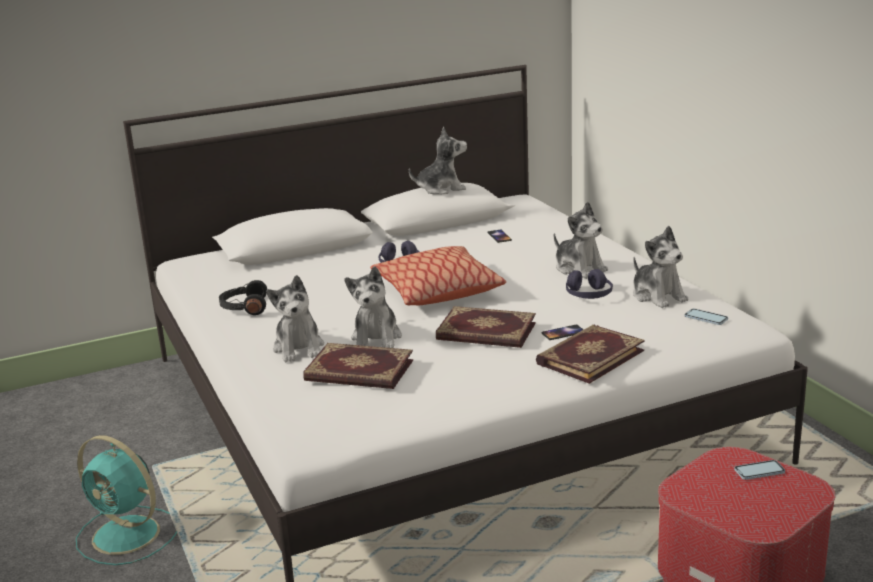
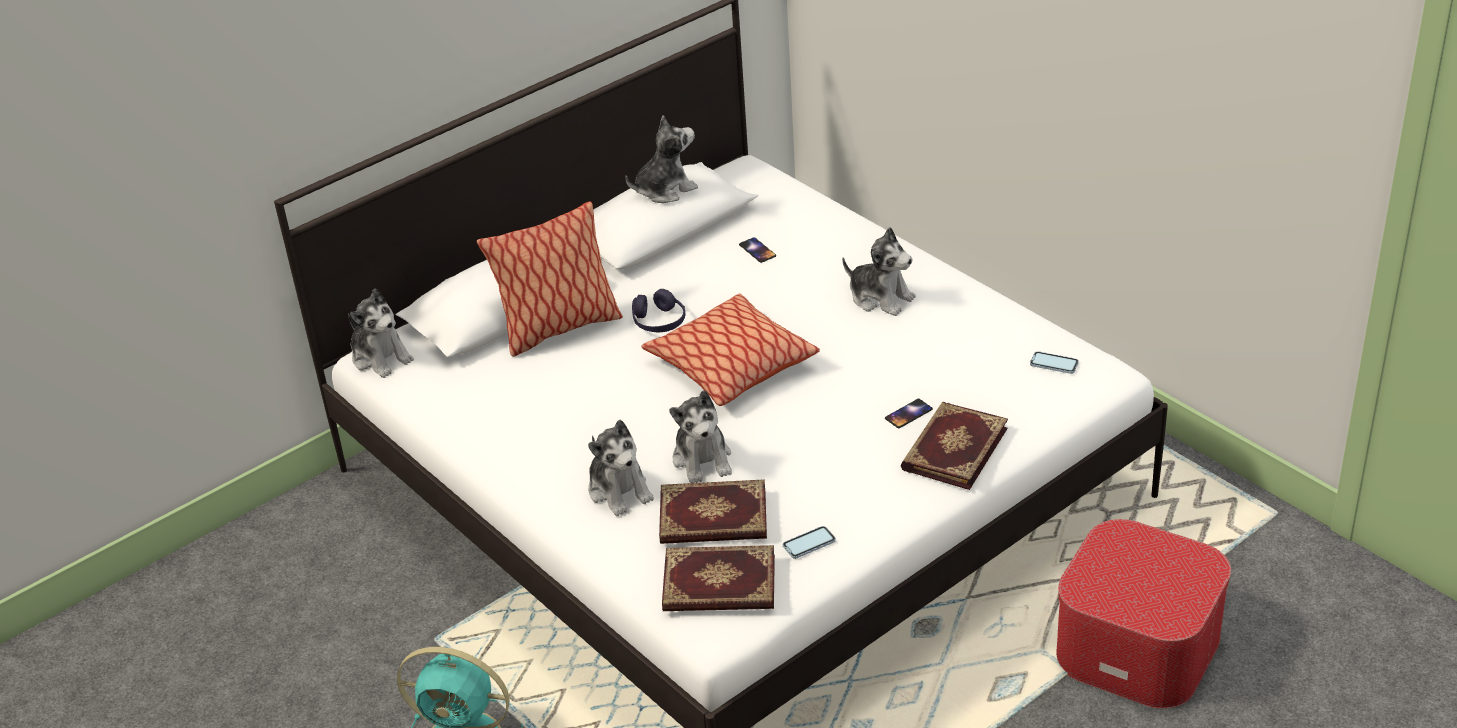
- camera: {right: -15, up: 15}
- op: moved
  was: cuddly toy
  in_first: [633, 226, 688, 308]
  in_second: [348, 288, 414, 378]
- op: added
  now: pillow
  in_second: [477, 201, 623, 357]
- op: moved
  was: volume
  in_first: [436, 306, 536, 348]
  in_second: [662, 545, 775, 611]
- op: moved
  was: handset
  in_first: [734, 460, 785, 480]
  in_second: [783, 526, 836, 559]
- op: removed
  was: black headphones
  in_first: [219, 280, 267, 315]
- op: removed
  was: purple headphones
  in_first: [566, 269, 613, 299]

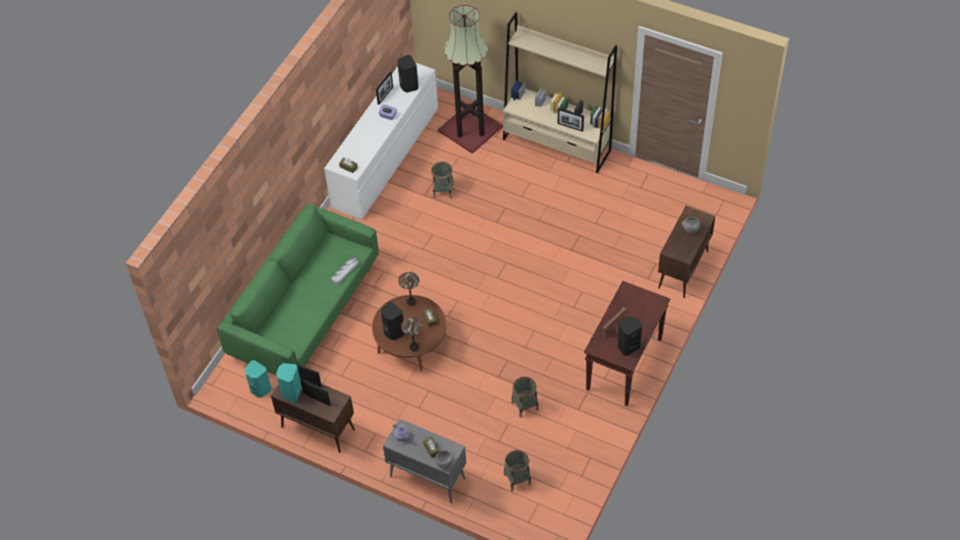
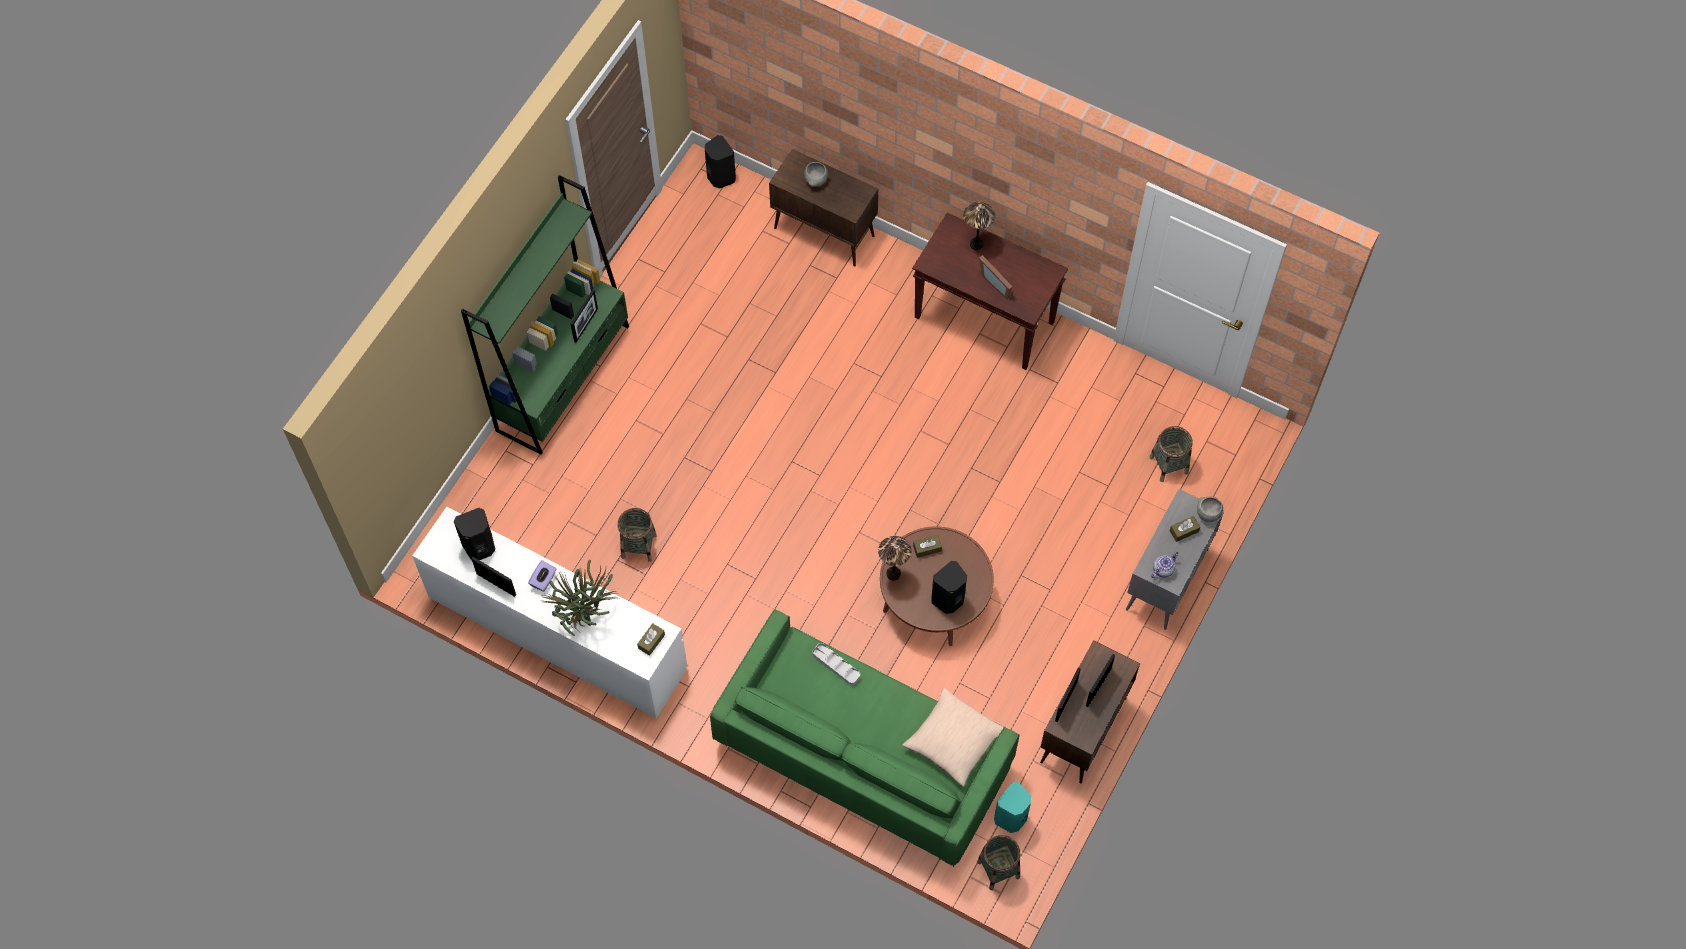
- camera: {right: -90, up: 10}
- op: recoloured
  was: sand-coloured bookshelf
  now: green-coloured bookshelf
  in_first: [503, 12, 617, 173]
  in_second: [461, 175, 629, 455]
- op: added
  now: potted plant
  in_second: [543, 560, 617, 636]
- op: moved
  was: black loudspeaker
  in_first: [618, 316, 642, 356]
  in_second: [705, 135, 736, 189]
- op: added
  now: sand-coloured pillow
  in_second: [902, 688, 1004, 787]
- op: moved
  was: table lamp
  in_first: [401, 317, 423, 351]
  in_second: [963, 202, 995, 250]
- op: moved
  was: household basket
  in_first: [511, 376, 539, 418]
  in_second: [977, 835, 1020, 890]
- op: removed
  was: blue-green loudspeaker
  in_first: [276, 363, 302, 402]
- op: removed
  was: standard lamp
  in_first: [438, 5, 503, 153]

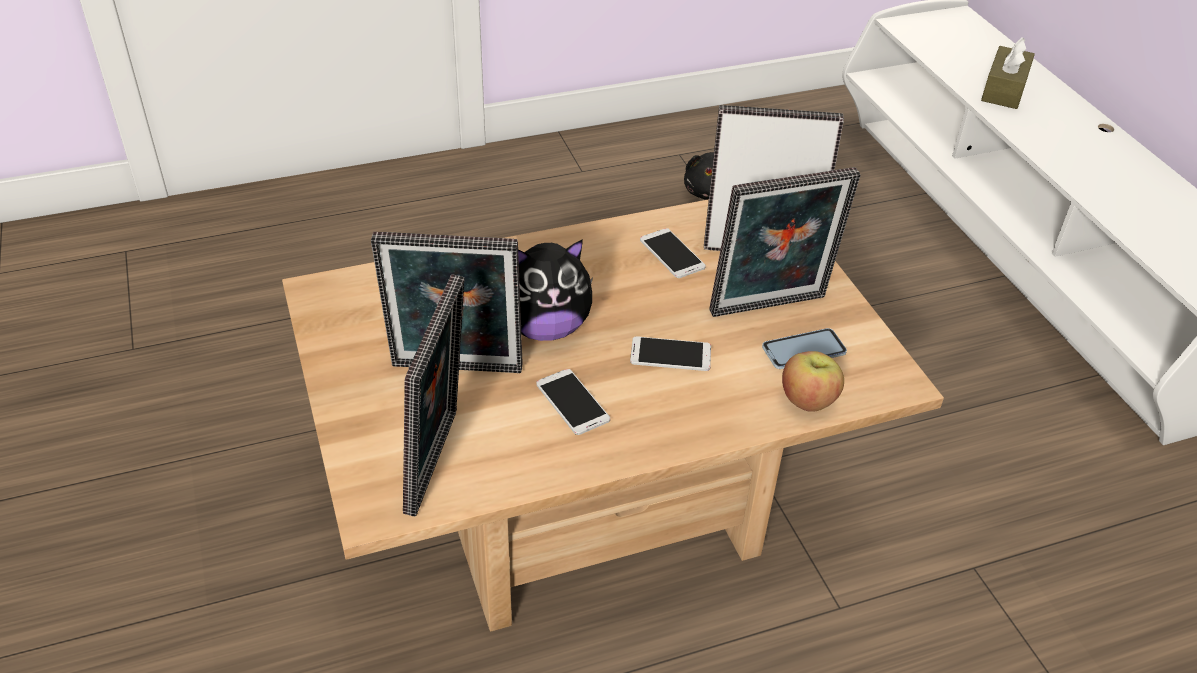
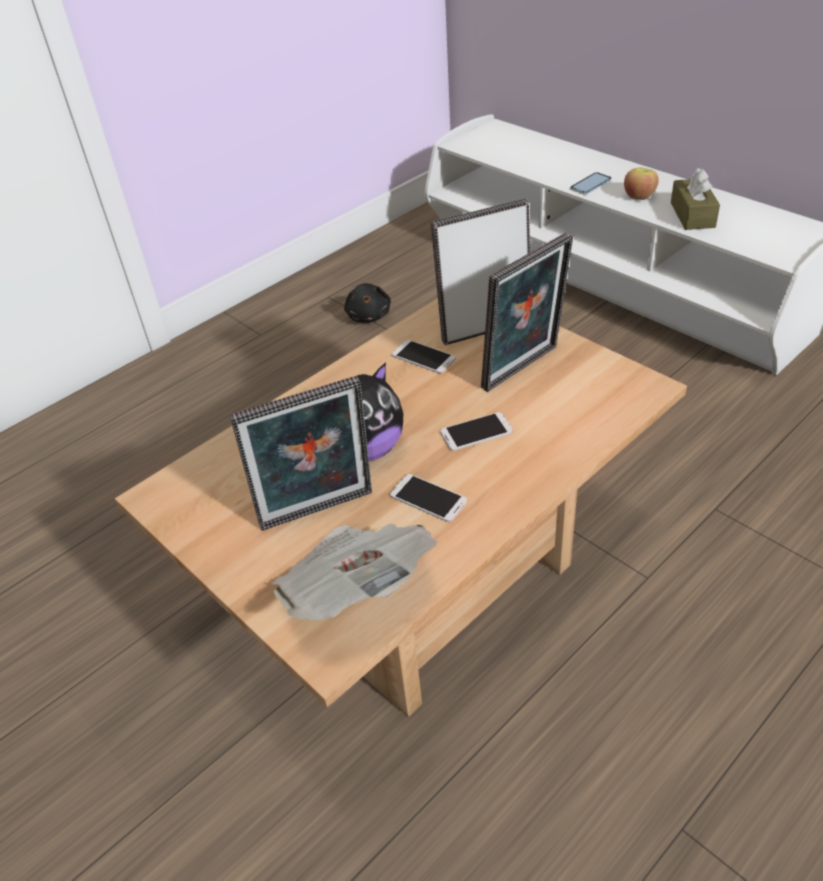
- camera: {right: -20, up: 0}
- op: replaced
  was: photo frame
  now: newspaper
  in_first: [403, 274, 465, 517]
  in_second: [272, 524, 437, 620]
- op: moved
  was: handset
  in_first: [762, 328, 847, 369]
  in_second: [570, 172, 612, 195]
- op: moved
  was: apple
  in_first: [782, 351, 844, 412]
  in_second: [624, 168, 659, 200]
- op: moved
  was: brown tissue holder
  in_first: [981, 37, 1035, 109]
  in_second: [671, 168, 720, 230]

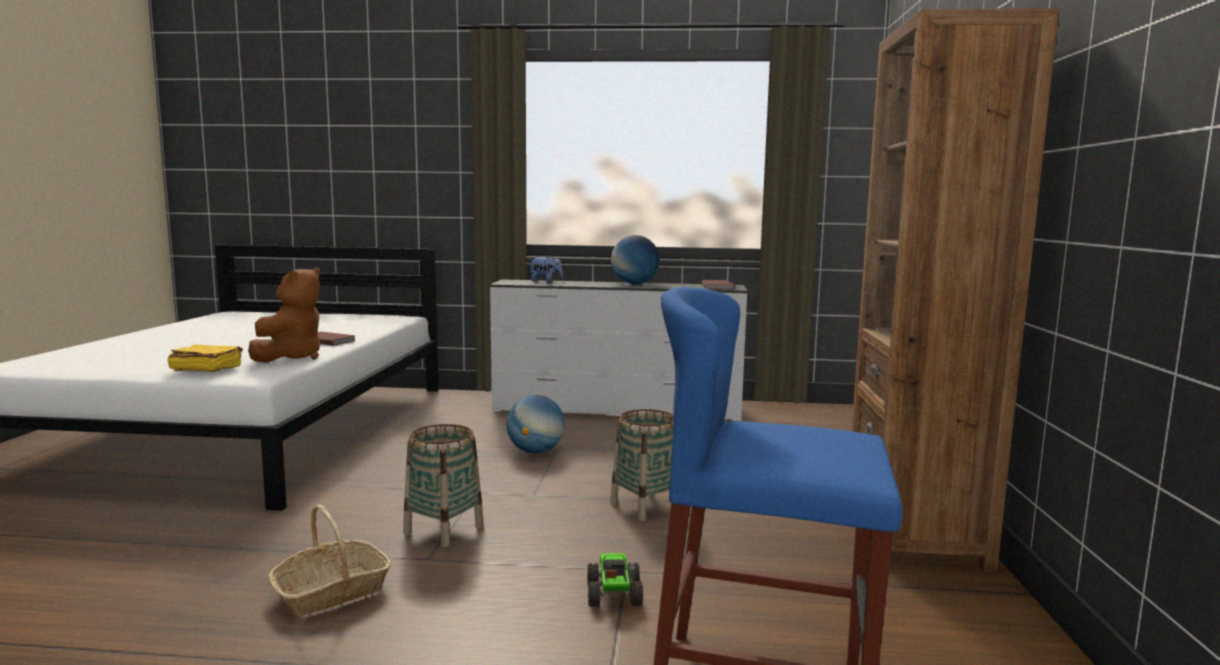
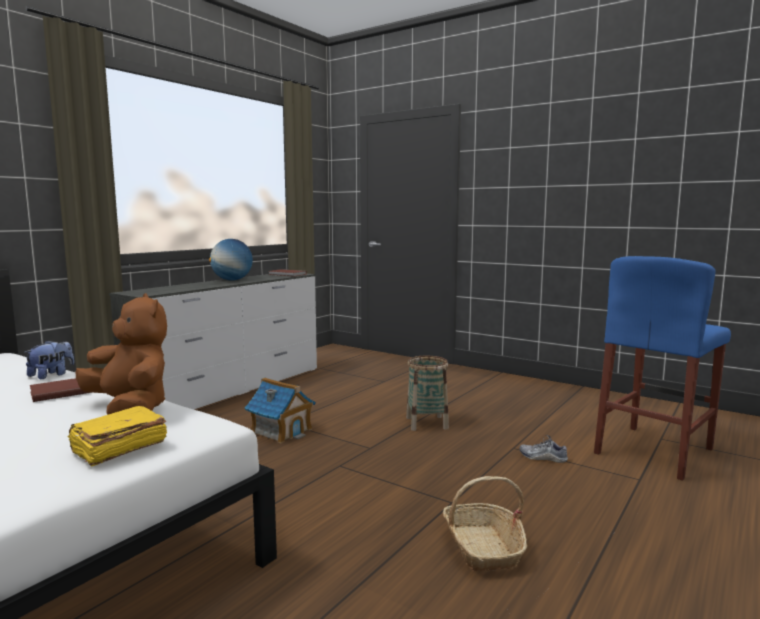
- camera: {right: -60, up: 0}
- op: moved
  was: cuddly toy
  in_first: [528, 256, 563, 282]
  in_second: [24, 340, 74, 379]
- op: replaced
  was: world globe
  now: miniature house
  in_first: [507, 395, 564, 453]
  in_second: [245, 378, 316, 443]
- op: replaced
  was: model truck
  now: shoe
  in_first: [587, 553, 643, 607]
  in_second: [519, 435, 568, 463]
- op: removed
  was: household basket
  in_first: [403, 424, 484, 547]
- op: removed
  was: brown bookshelf
  in_first: [852, 8, 1059, 572]

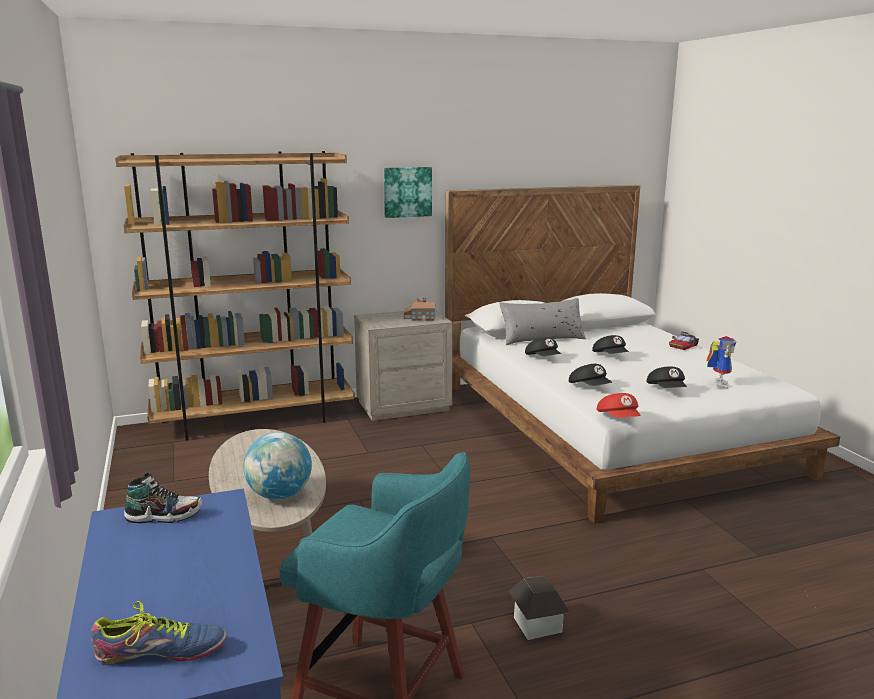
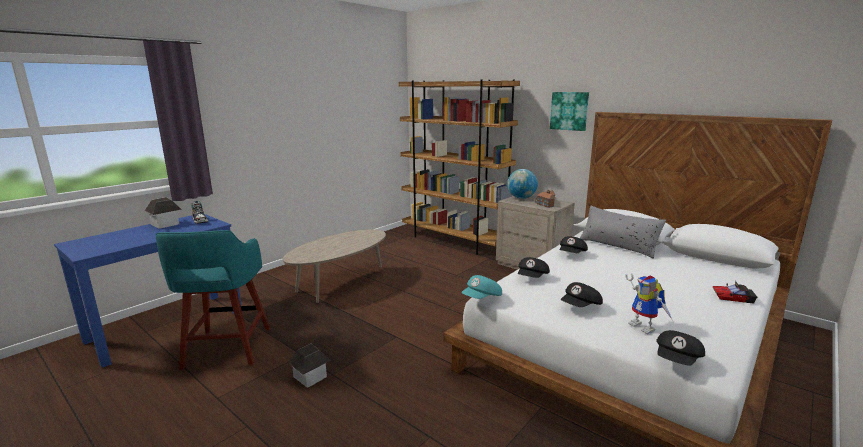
- camera: {right: 60, up: 0}
- op: added
  now: miniature house
  in_second: [145, 197, 181, 229]
- op: recoloured
  was: red baseball cap
  now: blue-green baseball cap
  in_first: [597, 393, 641, 418]
  in_second: [462, 275, 502, 299]
- op: moved
  was: world globe
  in_first: [244, 432, 312, 500]
  in_second: [507, 169, 538, 199]
- op: turned
  was: toy robot
  in_first: [707, 336, 736, 388]
  in_second: [625, 274, 672, 334]
  clockwise: 75
- op: moved
  was: black baseball cap
  in_first: [592, 335, 629, 354]
  in_second: [656, 330, 705, 366]
- op: removed
  was: shoe
  in_first: [91, 601, 226, 664]

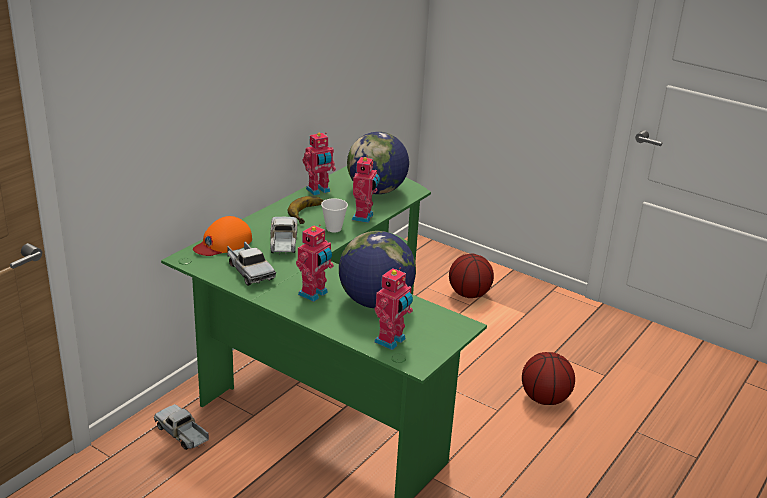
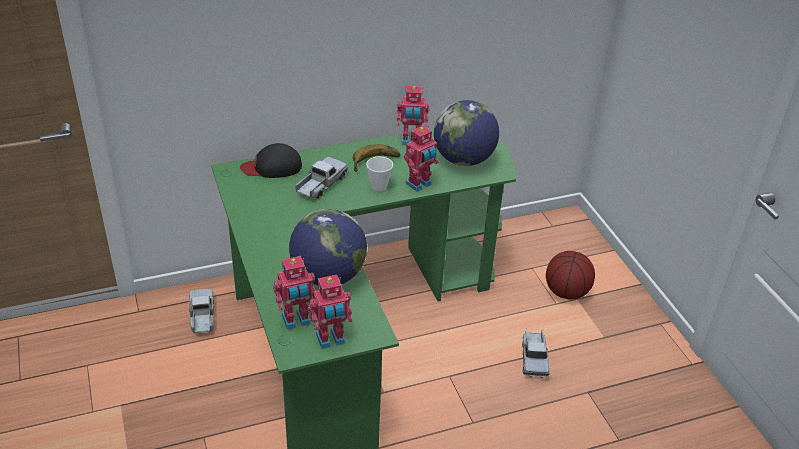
- camera: {right: 35, up: 10}
- op: recoloured
  was: orangey baseball cap
  now: black baseball cap
  in_first: [193, 216, 252, 256]
  in_second: [240, 143, 302, 178]
- op: moved
  was: toy robot
  in_first: [296, 225, 334, 302]
  in_second: [308, 275, 352, 349]
- op: moved
  was: model truck
  in_first: [227, 242, 276, 286]
  in_second: [522, 328, 550, 378]
- op: removed
  was: basketball
  in_first: [522, 352, 575, 405]

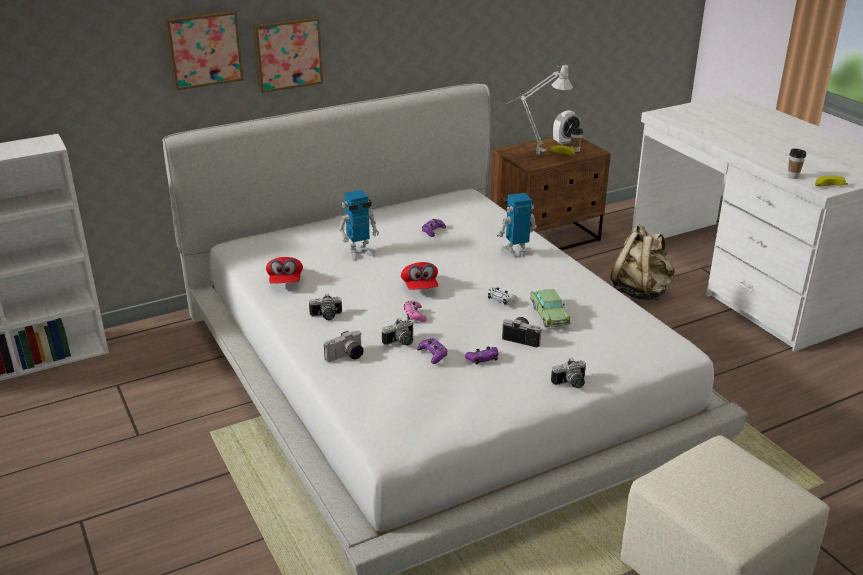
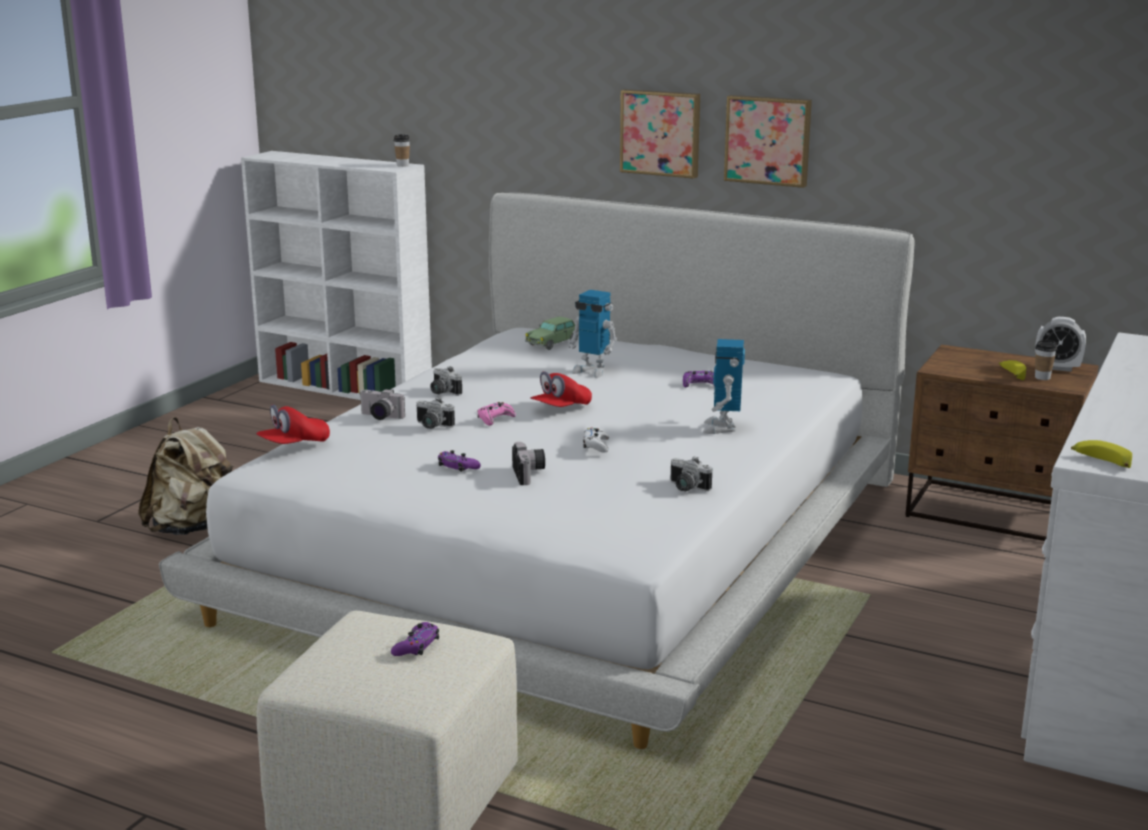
- camera: {right: 55, up: -10}
- op: moved
  was: sand-coloured rucksack
  in_first: [610, 224, 675, 300]
  in_second: [138, 417, 234, 535]
- op: moved
  was: red baseball cap
  in_first: [266, 257, 303, 284]
  in_second: [256, 404, 330, 444]
- op: moved
  was: purple gamepad
  in_first: [417, 339, 447, 364]
  in_second: [391, 622, 439, 656]
- op: moved
  was: drinking cup
  in_first: [787, 148, 806, 179]
  in_second: [394, 134, 410, 167]
- op: moved
  was: toy car
  in_first: [530, 289, 571, 327]
  in_second: [525, 316, 579, 350]
- op: moved
  was: still camera
  in_first: [551, 358, 586, 388]
  in_second: [670, 456, 712, 491]
- op: turned
  was: toy robot
  in_first: [497, 193, 537, 258]
  in_second: [702, 339, 745, 434]
  clockwise: -120
- op: moved
  was: wall art
  in_first: [165, 10, 243, 90]
  in_second: [724, 95, 812, 188]
- op: removed
  was: grey table lamp
  in_first: [506, 64, 573, 155]

